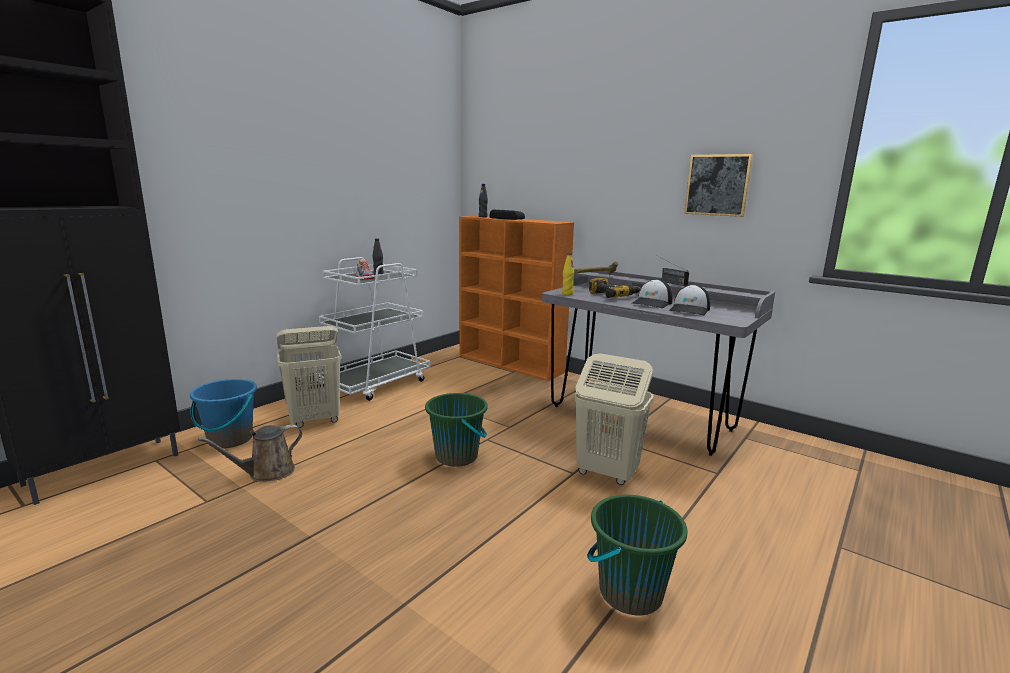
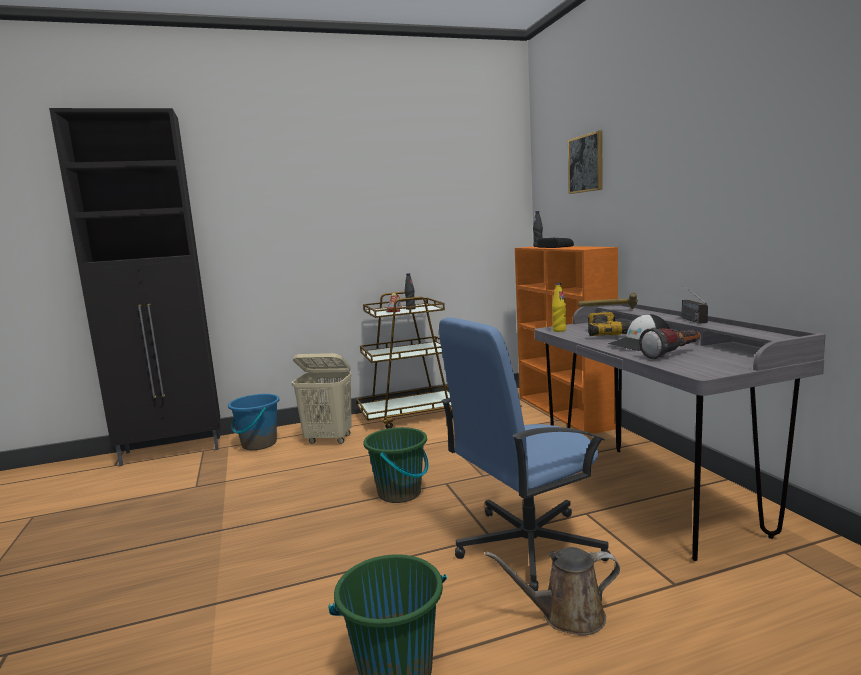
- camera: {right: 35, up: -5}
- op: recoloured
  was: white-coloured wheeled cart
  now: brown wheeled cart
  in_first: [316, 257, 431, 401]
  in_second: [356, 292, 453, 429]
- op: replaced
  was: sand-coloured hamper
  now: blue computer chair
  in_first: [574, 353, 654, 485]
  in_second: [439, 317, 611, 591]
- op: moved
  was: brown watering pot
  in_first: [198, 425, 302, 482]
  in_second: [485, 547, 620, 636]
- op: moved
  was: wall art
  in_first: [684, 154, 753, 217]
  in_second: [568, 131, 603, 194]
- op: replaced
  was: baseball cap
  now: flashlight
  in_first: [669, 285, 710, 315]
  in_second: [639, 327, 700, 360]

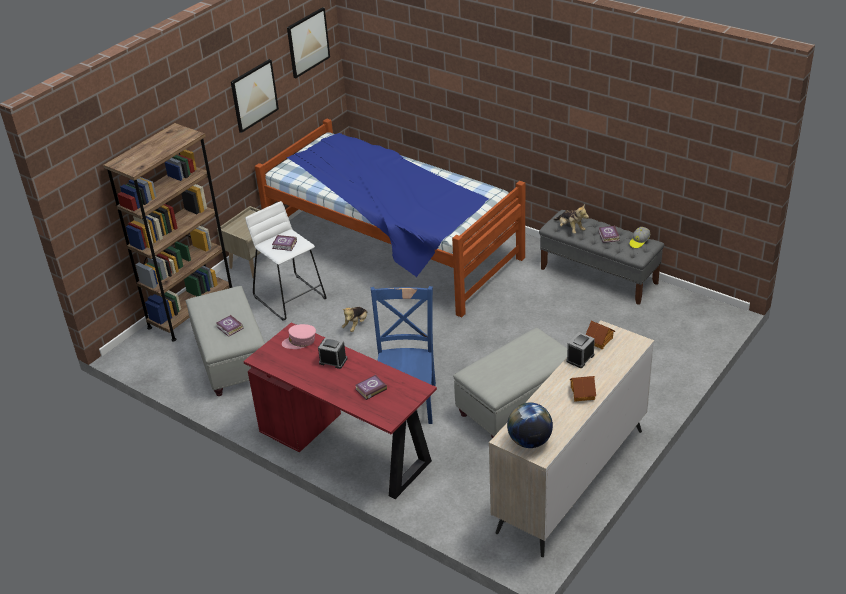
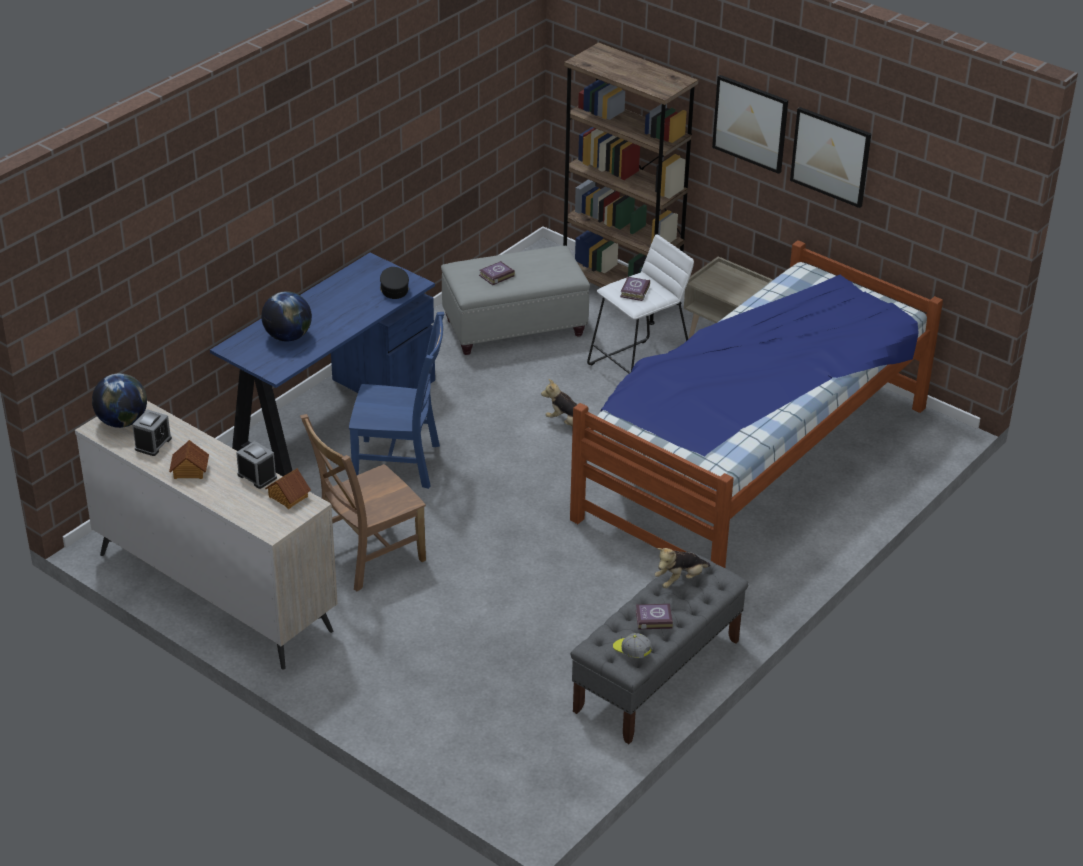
- camera: {right: 90, up: 0}
- op: moved
  was: bedside clock
  in_first: [318, 337, 347, 369]
  in_second: [132, 409, 172, 456]
- op: recoloured
  was: red desk
  now: blue desk
  in_first: [243, 322, 437, 499]
  in_second: [210, 253, 435, 476]
- op: replaced
  was: volume
  now: world globe
  in_first: [355, 375, 387, 400]
  in_second: [261, 291, 312, 342]
- op: replaced
  was: grey pouffe
  now: brown plain chair
  in_first: [453, 328, 567, 438]
  in_second: [300, 414, 426, 592]
- op: recoloured
  was: pink baseball cap
  now: black baseball cap
  in_first: [282, 324, 316, 349]
  in_second: [380, 267, 409, 299]
- op: moved
  was: wall art
  in_first: [287, 7, 330, 78]
  in_second: [712, 75, 788, 174]

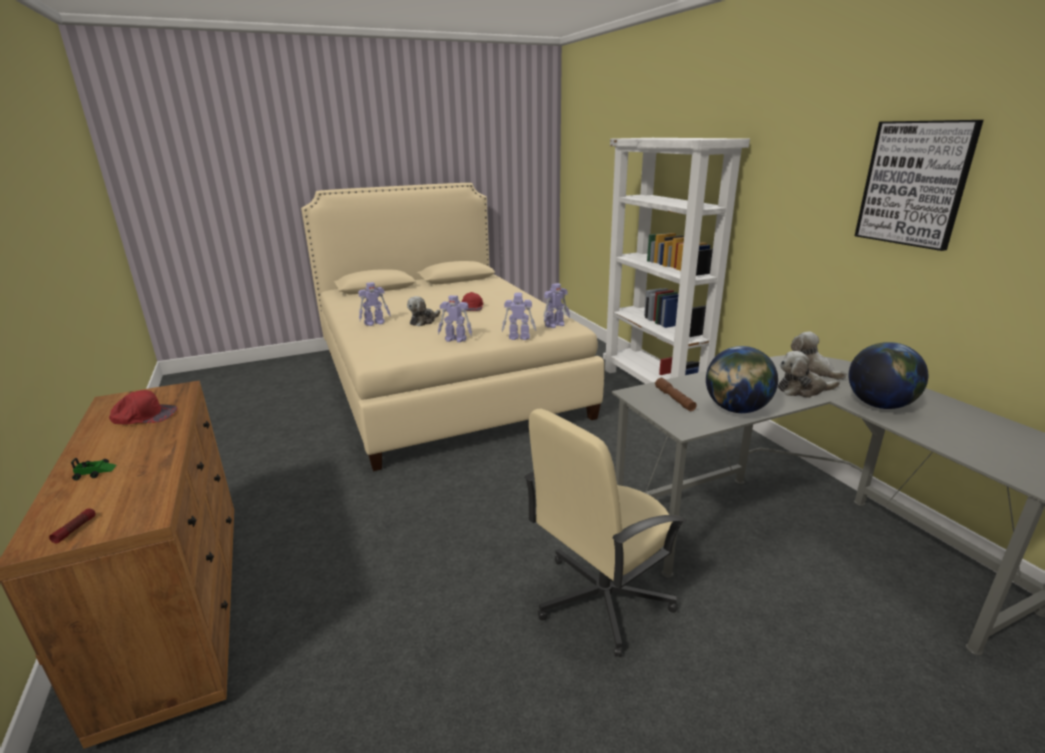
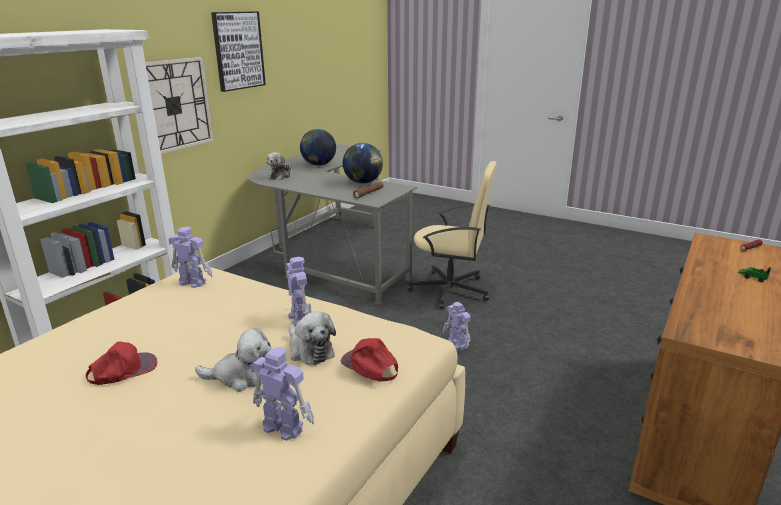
- camera: {right: -125, up: 0}
- op: added
  now: wall clock
  in_second: [126, 57, 214, 158]
- op: moved
  was: cuddly toy
  in_first: [778, 351, 840, 398]
  in_second: [289, 311, 336, 365]
- op: moved
  was: red baseball cap
  in_first: [109, 390, 177, 425]
  in_second: [341, 338, 398, 381]
- op: moved
  was: toy robot
  in_first: [502, 292, 536, 340]
  in_second: [443, 302, 471, 350]

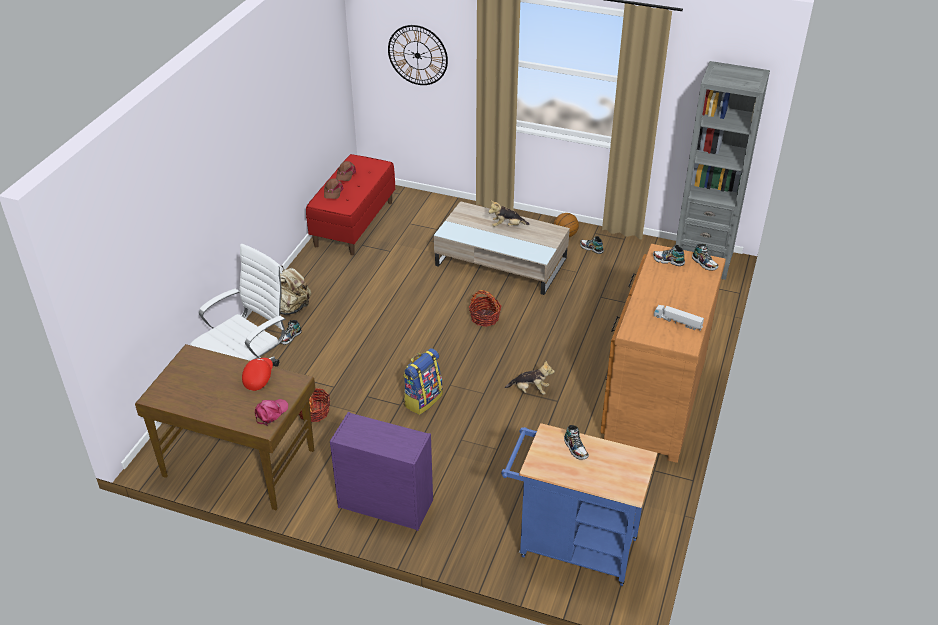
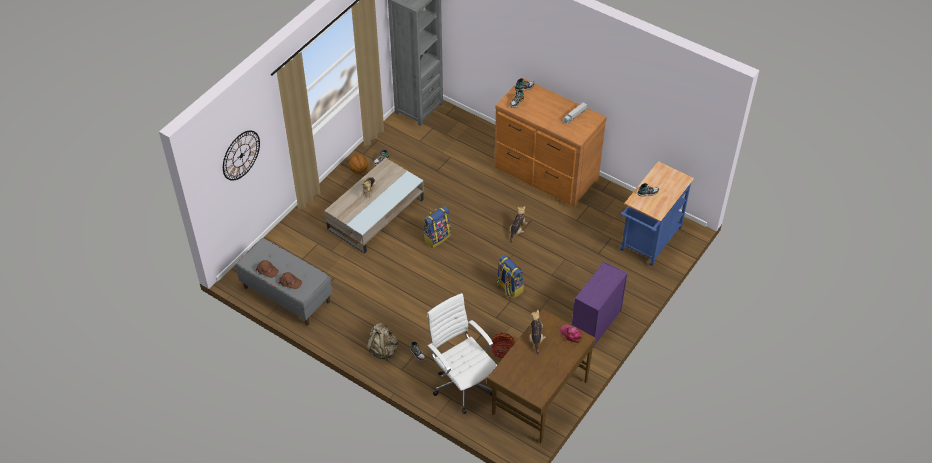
- camera: {right: -75, up: 10}
- op: recoloured
  was: red bench
  now: grey bench
  in_first: [306, 154, 395, 255]
  in_second: [236, 238, 332, 325]
- op: replaced
  was: household basket
  now: rucksack
  in_first: [469, 290, 501, 327]
  in_second: [423, 206, 451, 248]
- op: replaced
  was: red baseball cap
  now: cuddly toy
  in_first: [242, 358, 273, 391]
  in_second: [530, 309, 546, 355]

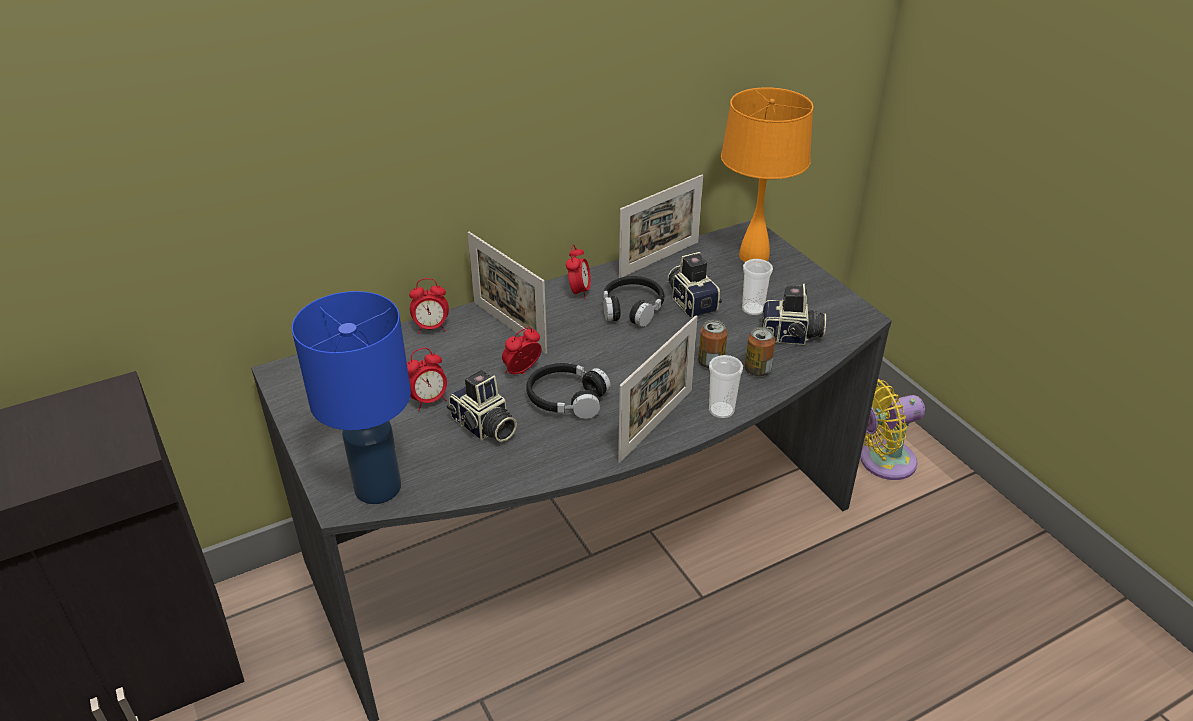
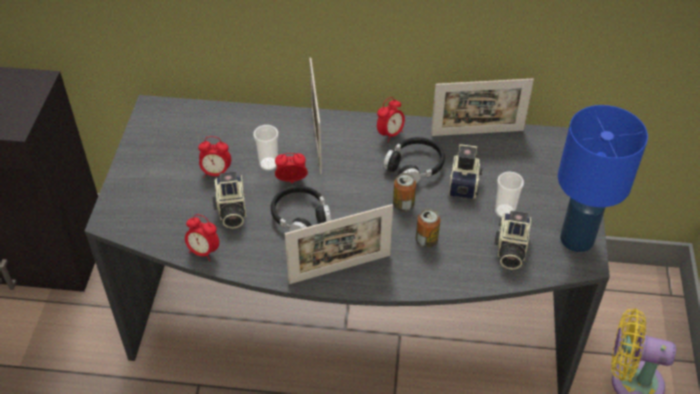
- camera: {right: 35, up: 10}
- op: moved
  was: bedside clock
  in_first: [409, 278, 449, 334]
  in_second: [185, 214, 219, 261]
- op: moved
  was: drinking cup
  in_first: [709, 355, 743, 419]
  in_second: [253, 125, 279, 171]
- op: moved
  was: metal can
  in_first: [745, 327, 776, 377]
  in_second: [393, 173, 416, 211]
- op: turned
  was: still camera
  in_first: [762, 284, 826, 345]
  in_second: [494, 211, 531, 270]
  clockwise: 60
- op: moved
  was: blue table lamp
  in_first: [292, 291, 411, 504]
  in_second: [558, 105, 648, 252]
- op: removed
  was: orangey table lamp
  in_first: [721, 87, 813, 262]

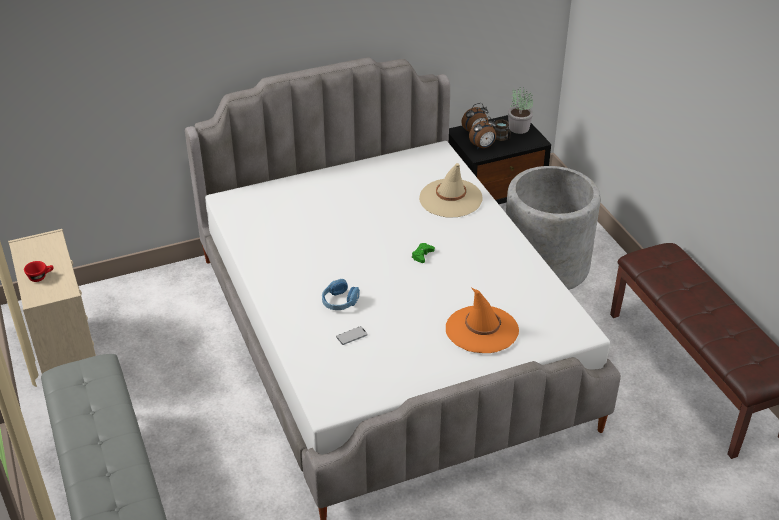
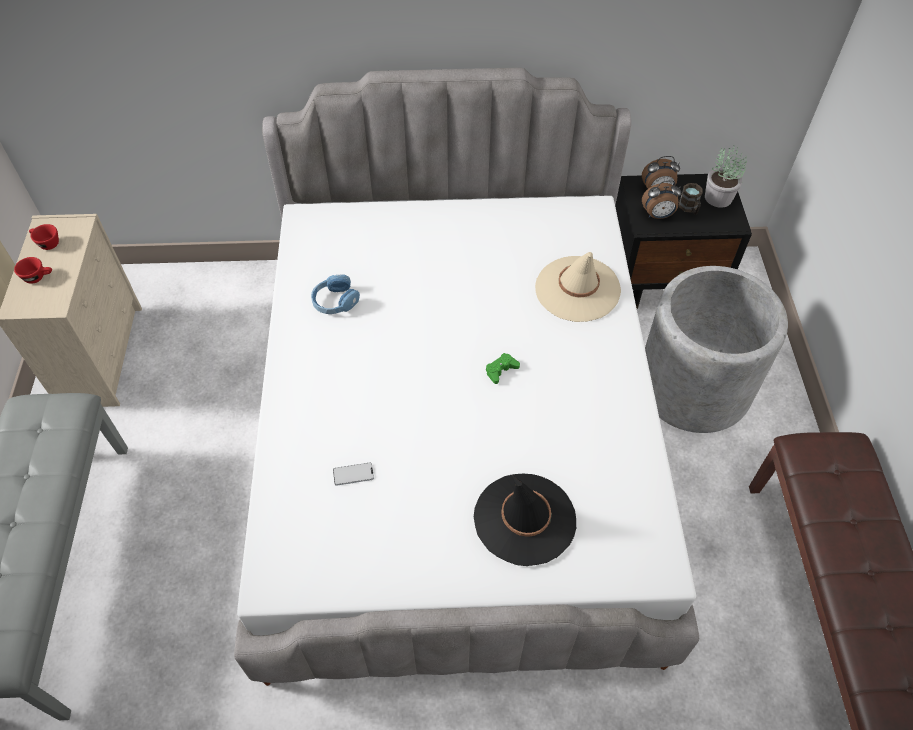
- camera: {right: 20, up: 15}
- op: added
  now: red drinking cup
  in_second: [29, 224, 59, 250]
- op: moved
  was: blue headphones
  in_first: [322, 279, 360, 310]
  in_second: [311, 274, 360, 314]
- op: recoloured
  was: orangey hat
  now: black hat
  in_first: [446, 288, 519, 353]
  in_second: [474, 474, 576, 566]

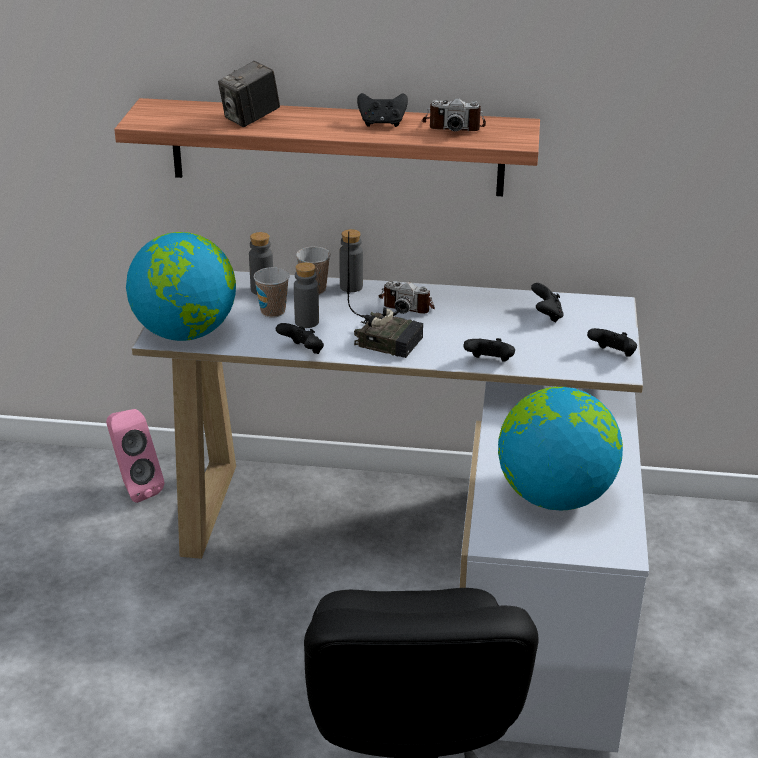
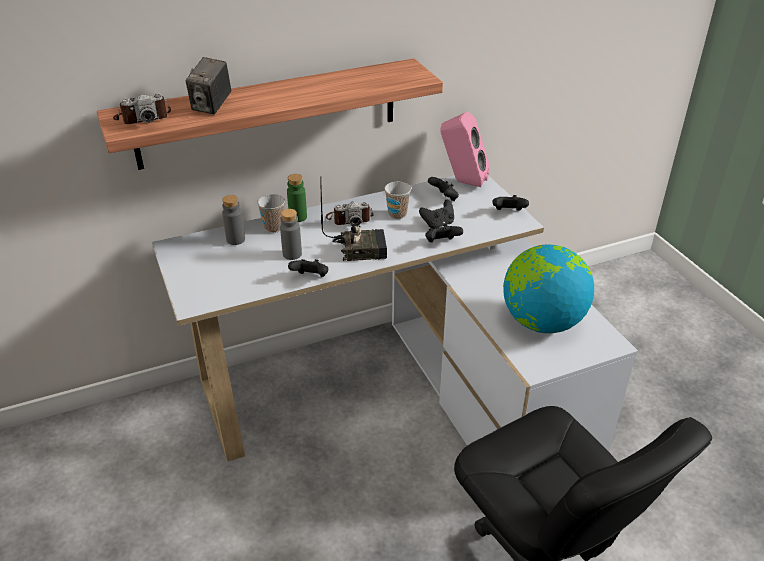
- camera: {right: -30, up: 5}
- op: moved
  was: still camera
  in_first: [422, 98, 486, 131]
  in_second: [113, 93, 171, 124]
- op: recoloured
  was: grey drink bottle
  now: green-coloured drink bottle
  in_first: [339, 229, 363, 292]
  in_second: [287, 174, 307, 222]
- op: moved
  was: drinking cup
  in_first: [254, 267, 290, 317]
  in_second: [385, 182, 411, 219]
- op: moved
  was: black gamepad
  in_first: [357, 93, 408, 127]
  in_second: [419, 200, 454, 229]
- op: moved
  was: pink loudspeaker
  in_first: [106, 409, 164, 503]
  in_second: [440, 112, 490, 187]
- op: removed
  was: world globe
  in_first: [126, 232, 236, 341]

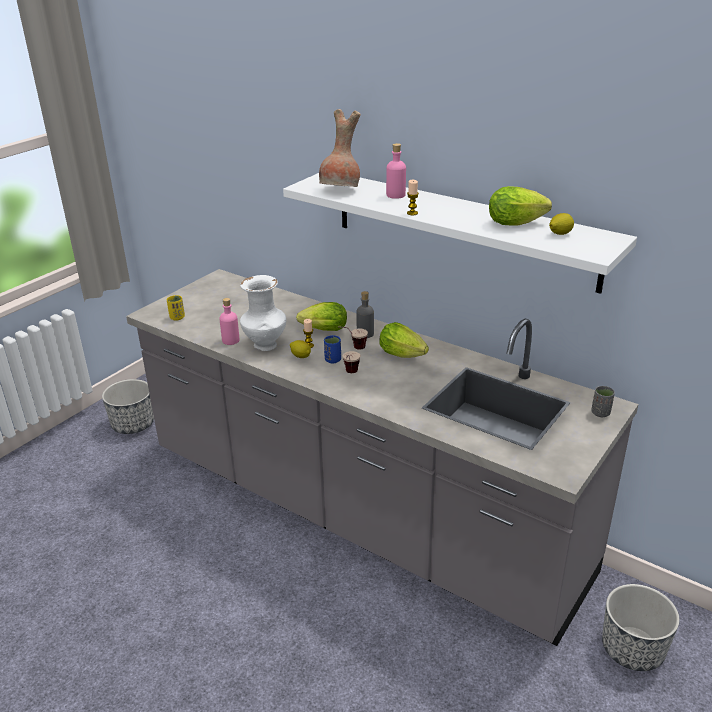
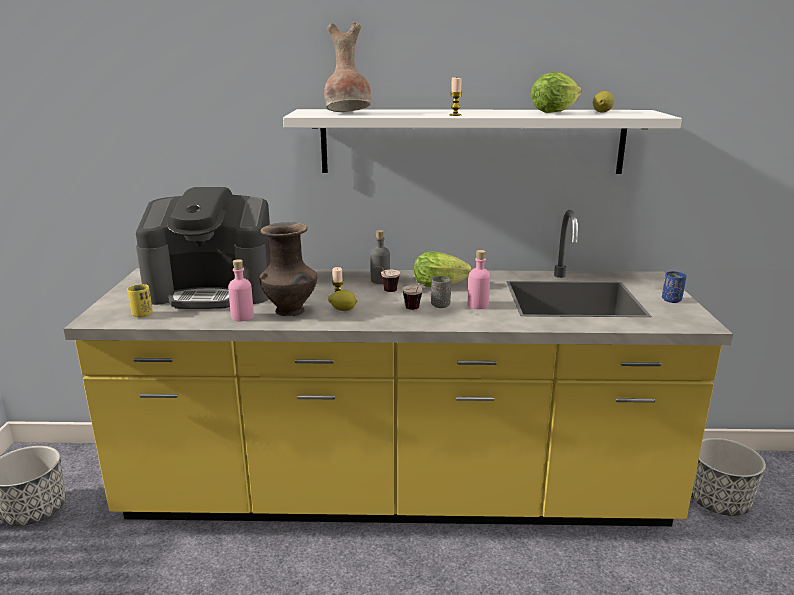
- camera: {right: -35, up: -10}
- op: recoloured
  was: grey kitchen base unit
  now: yellowish kitchen base unit
  in_first: [126, 269, 638, 646]
  in_second: [64, 210, 733, 526]
- op: added
  now: coffee machine
  in_second: [136, 187, 271, 309]
- op: recoloured
  was: white-coloured flower vase
  now: brown flower vase
  in_first: [240, 275, 286, 351]
  in_second: [259, 222, 317, 316]
- op: moved
  was: grey drinking cup
  in_first: [591, 386, 615, 417]
  in_second: [431, 276, 451, 308]
- op: moved
  was: pink drink bottle
  in_first: [386, 143, 406, 199]
  in_second: [467, 250, 491, 309]
- op: moved
  was: blue drinking cup
  in_first: [324, 335, 341, 363]
  in_second: [662, 271, 686, 303]
- op: removed
  was: lettuce head
  in_first: [296, 302, 347, 331]

